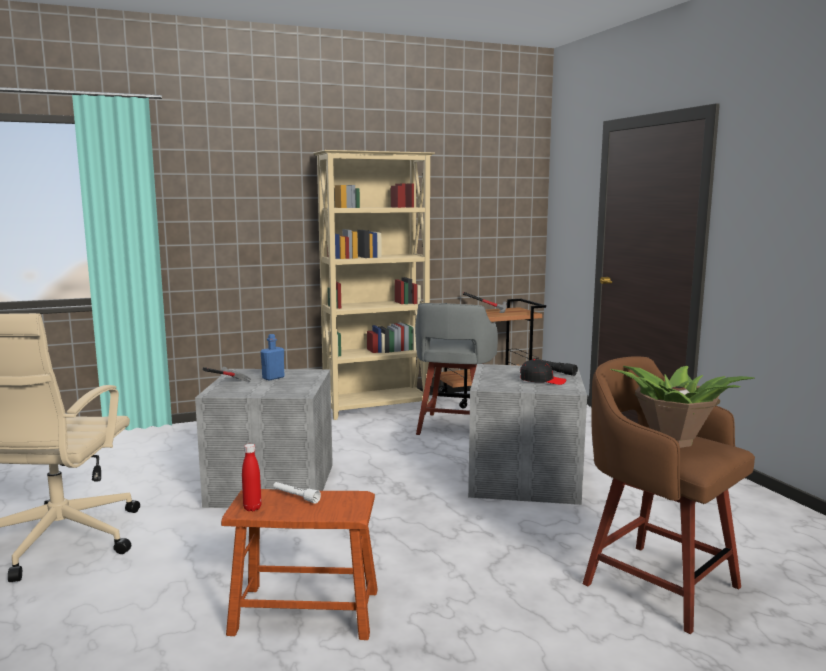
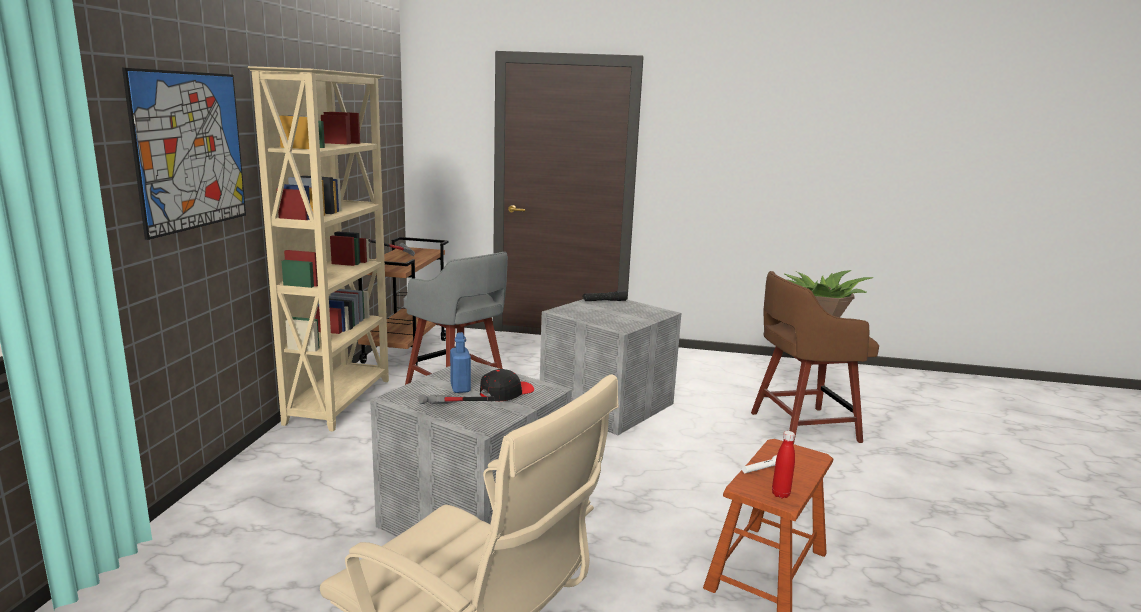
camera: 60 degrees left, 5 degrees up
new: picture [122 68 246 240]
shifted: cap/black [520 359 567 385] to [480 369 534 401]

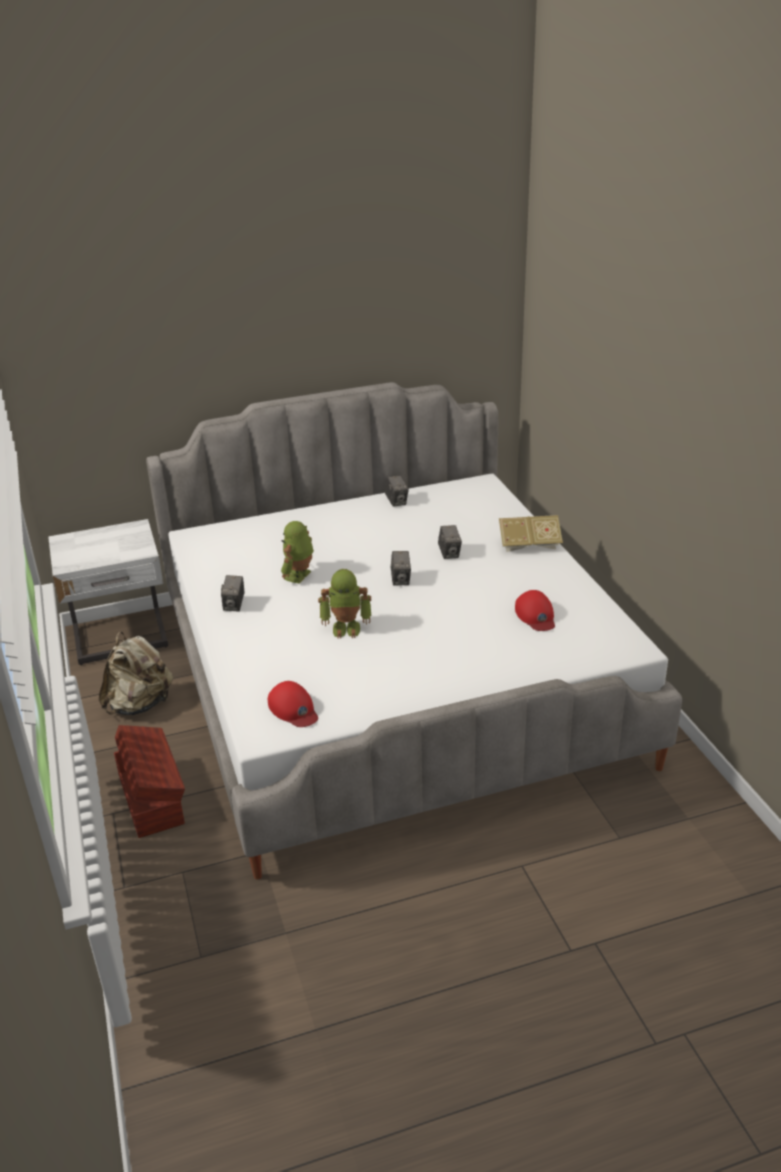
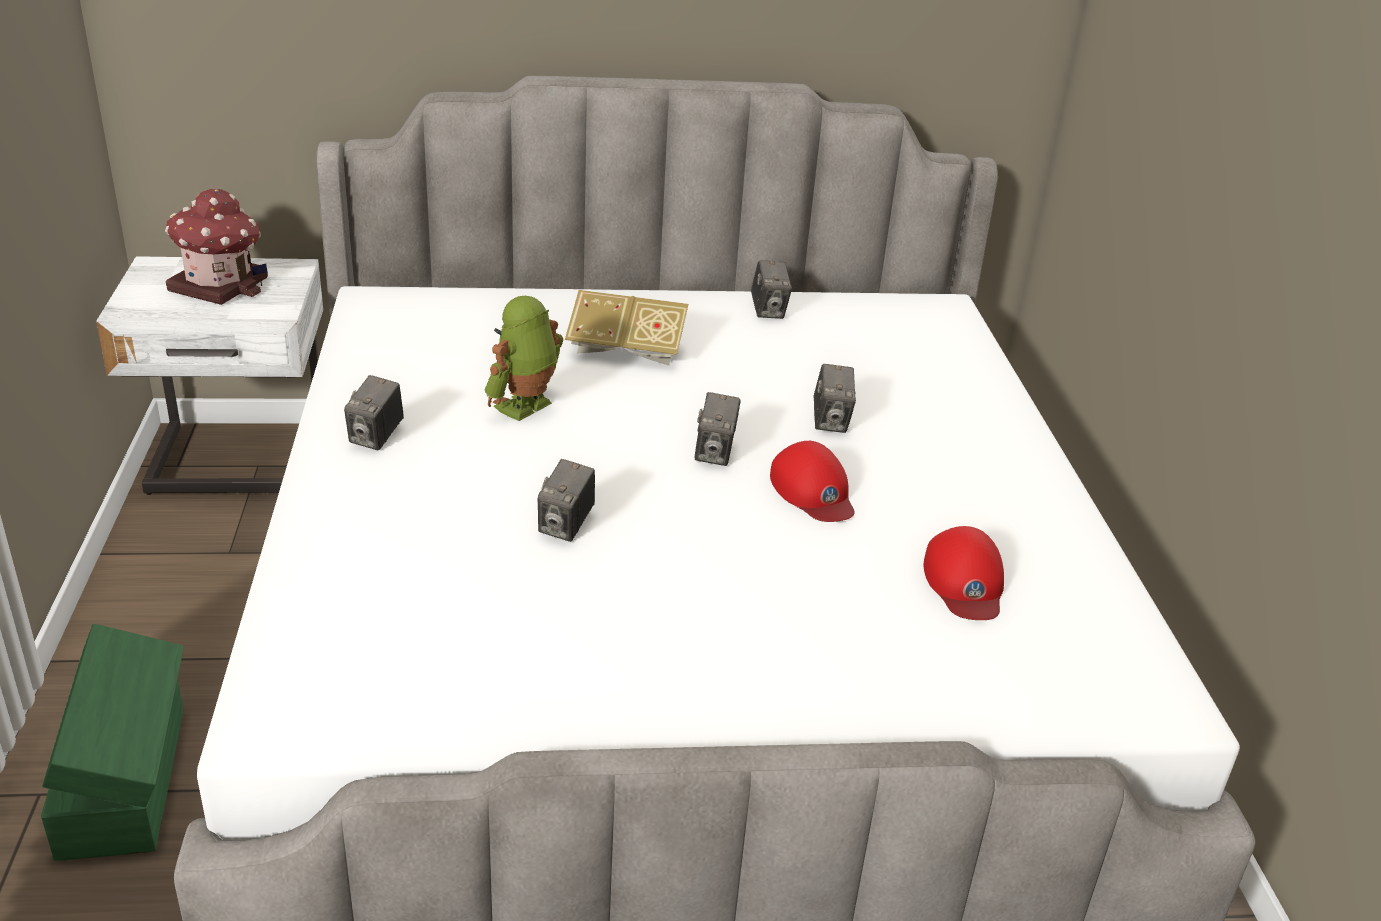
camera: 10 degrees right, 0 degrees up
gone: backpack/beige [99 632 173 715]
new: toy house [165 189 268 305]
shifted: book [499 515 563 552] to [565 290 688 366]; cap/red [268 681 318 727] to [770 441 855 522]
swapped: toy robot [318 569 371 639] to photo camera [538 459 595 542]
repainted: storage box/brown [114 725 185 838] to storage box/green [41 624 184 861]

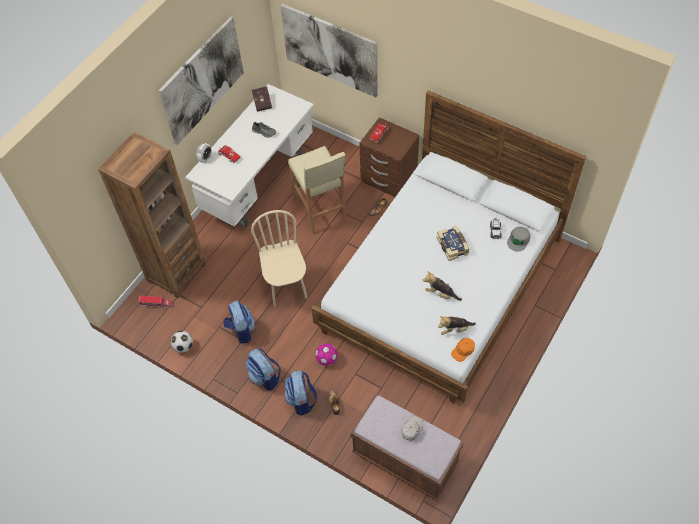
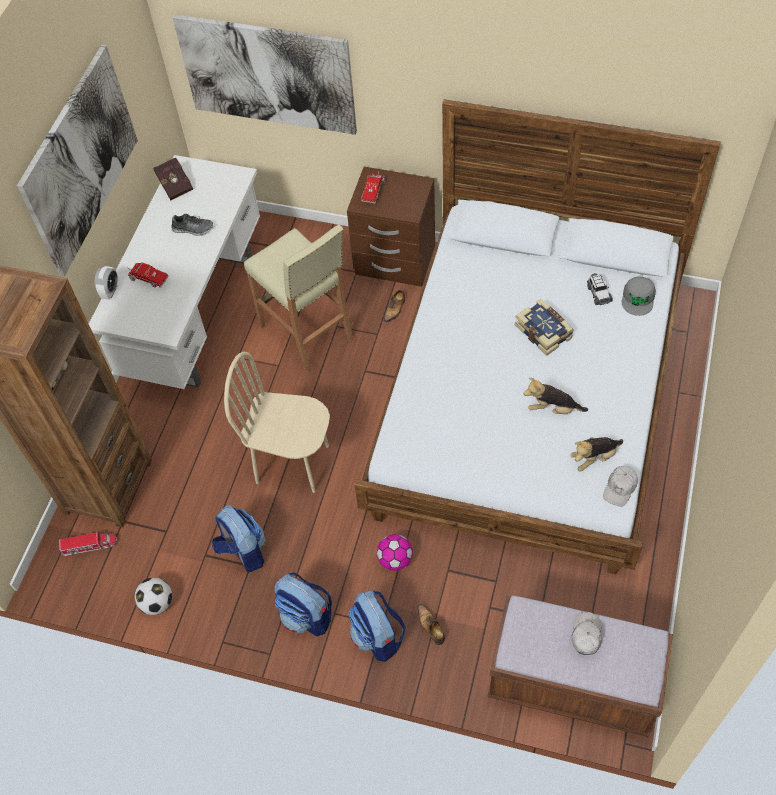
camera: 15 degrees left, 0 degrees up
repainted: cap/orange [451 338 475 362] to cap/white [603 466 638 507]
rotated: chair/beige [251 210 307 307] = [224 352 330 493] 45 degrees counterclockwise

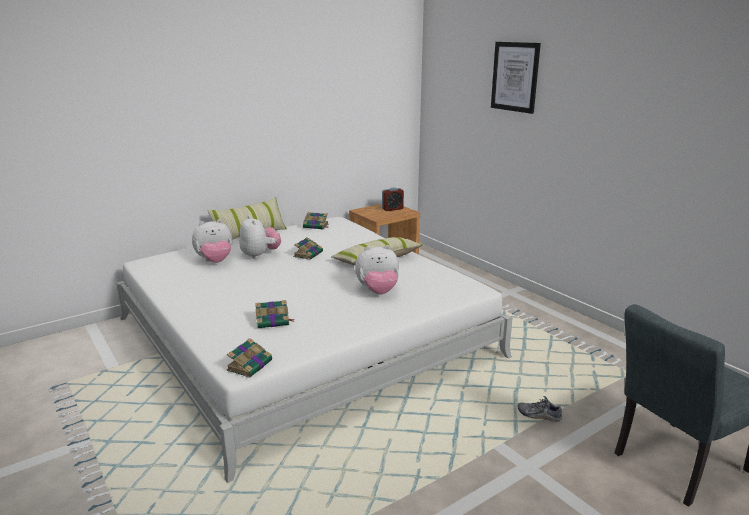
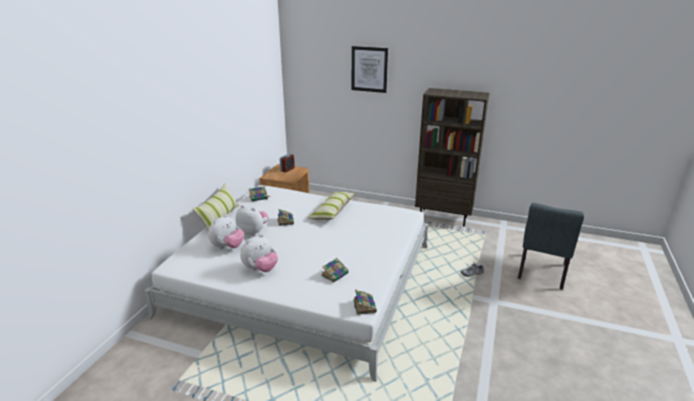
camera: 35 degrees left, 5 degrees up
new: bookcase/brown [415 88 489 226]
shifted: plush toy [355 245 399 294] to [240 234 278 272]

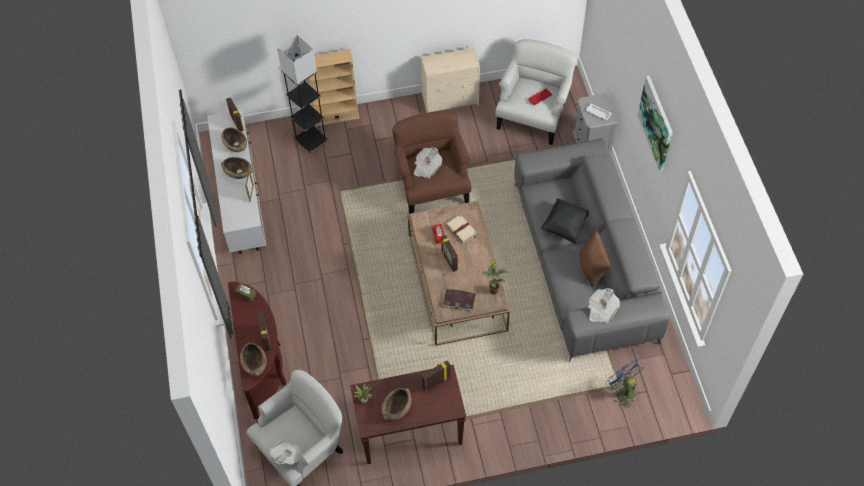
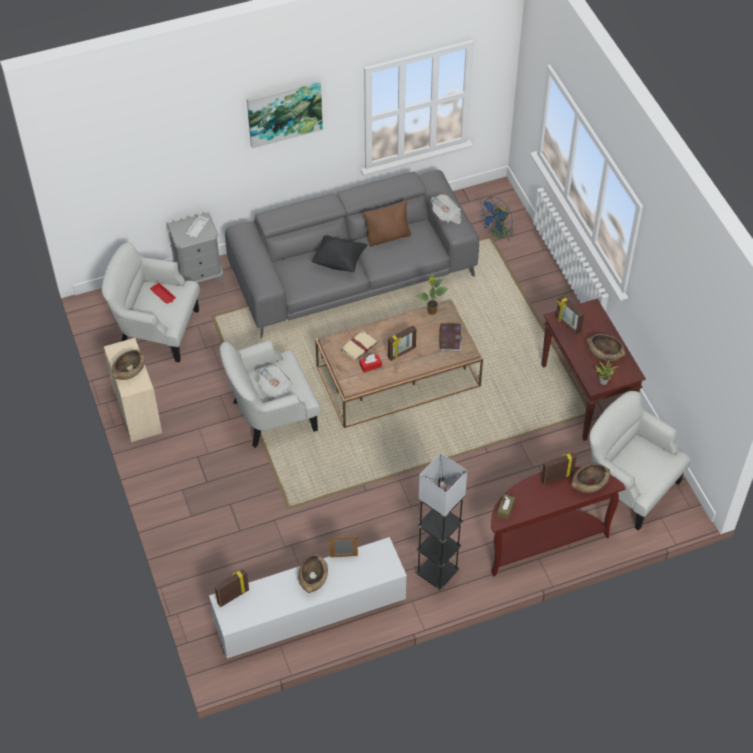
camera: 100 degrees left, 5 degrees down
gone: bookcase/beige [308 49 360 126]; newspaper [270 440 303 465]
shifted: floor lamp/black [277 35 327 153] to [415 453 467 591]; bowl/brown [221 128 247 152] to [112 350 145 380]
repainted: armchair/brown [392 111 471 214] to armchair/white [220 340 320 448]

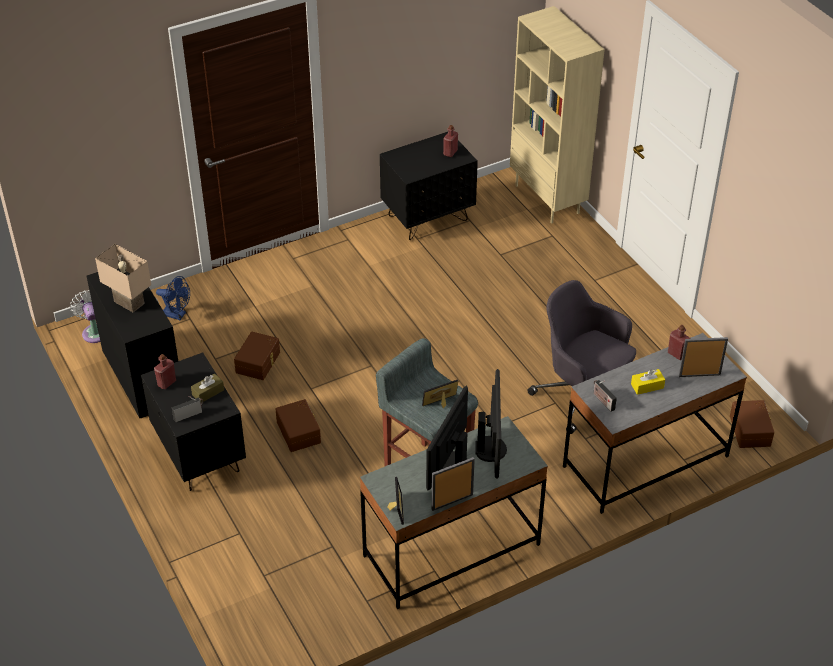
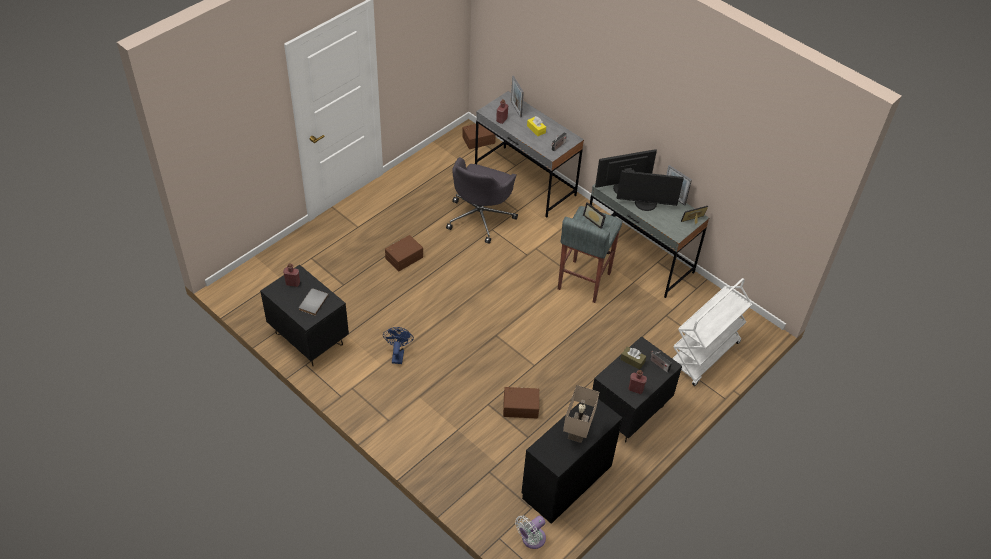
camera: 110 degrees left, 5 degrees up
gone: bookcase/beige [510 6 605 224]
new: cart/white [672 278 752 386]; book/grey [299 288 329 316]
shifted: fan/blue [156 276 190 320] to [383 327 414 364]; storage box/brown [275 399 321 452] to [385 235 423 271]

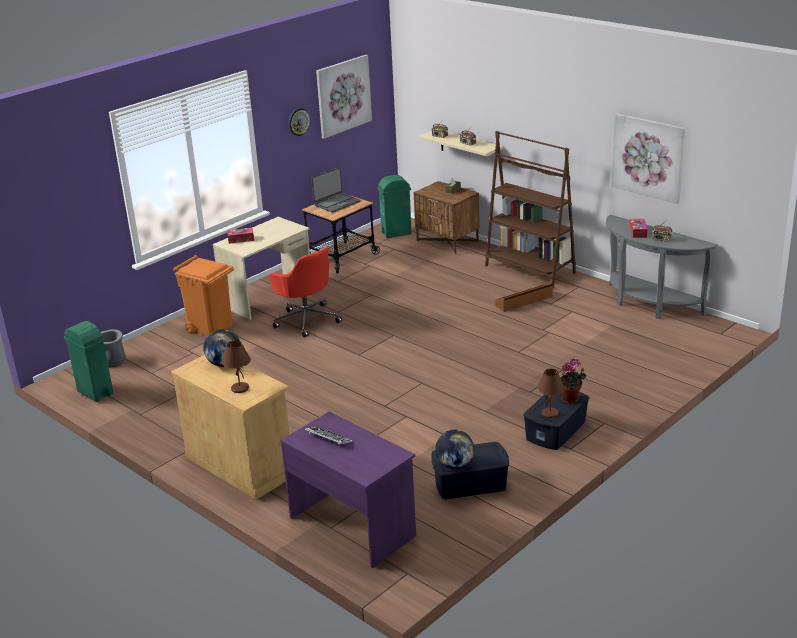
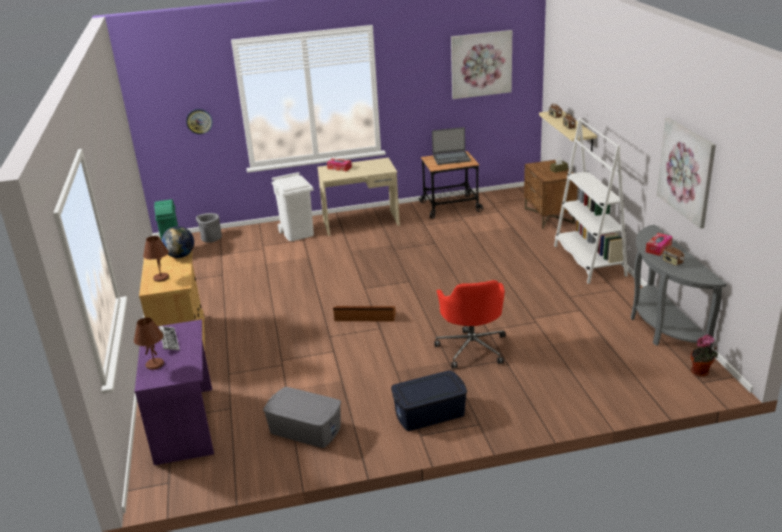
camera: 35 degrees right, 0 degrees up
gone: trash can/green [377 175 412 238]; globe [435 430 474 469]
shifted: wall clock [288 108 310 136] to [186 109 213 134]; office chair/red [269 247 342 338] to [434 280 506 369]; storage box/brown [495 283 553 312] to [333 306 396 322]; potted plant [561 358 586 404] to [691 334 718 377]; table lamp/brown [537 369 565 418] to [134 317 164 370]
repainted: bookcase/brown [485 131 576 288] to bookcase/white [554 118 628 284]; trash can/orange [173 255 234 336] to trash can/white [271 172 314 241]; storage box/blue [431 442 509 499] to storage box/grey [263 387 341 448]

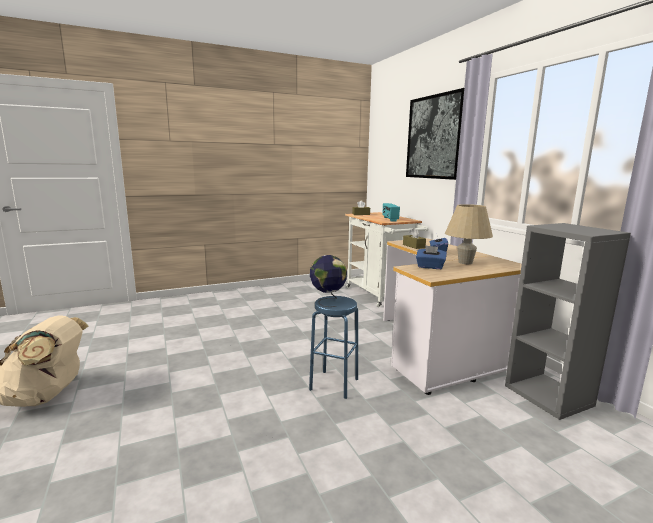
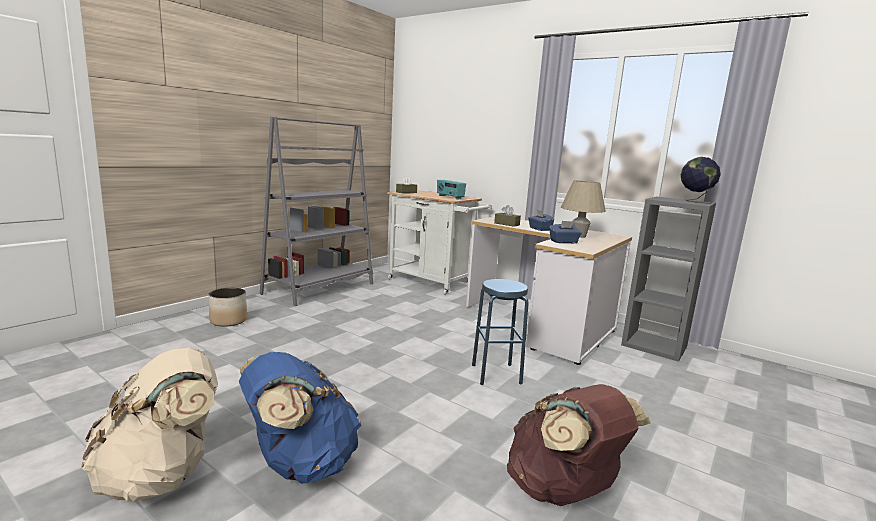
camera: 30 degrees left, 0 degrees up
gone: picture [406 88 464 180]
new: bookcase/grey [260 116 373 306]; planter [208 288 247 326]; backpack/blue [239 352 362 483]; backpack/brown [507 384 651 506]
shifted: globe [310 255 347 307] to [681 157 721 204]

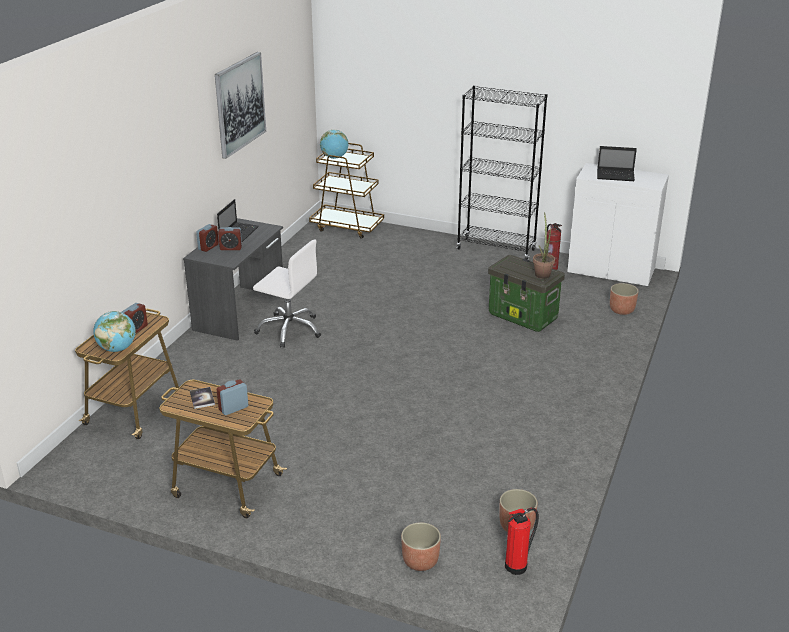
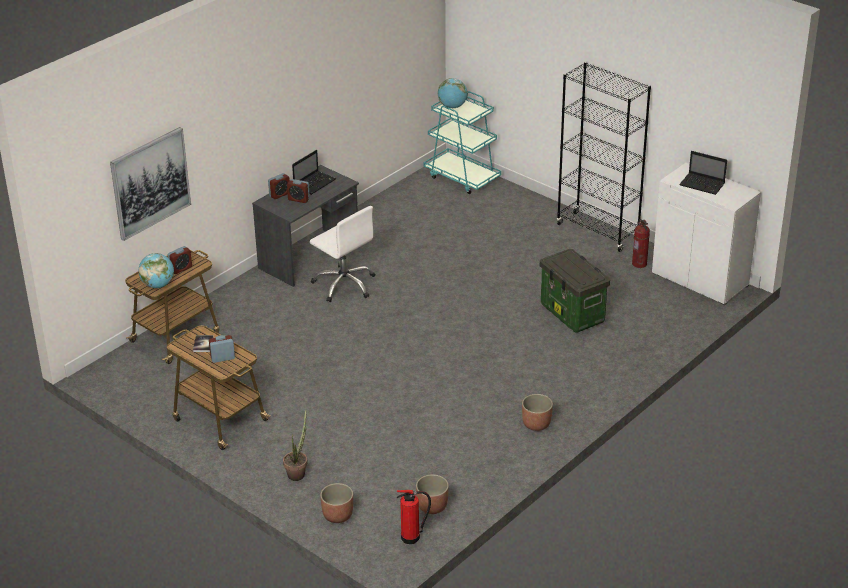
camera: 20 degrees right, 5 degrees up
shifted: picture [215 52 266 159] to [110 127 191 241]; potted plant [533 212 555 279] to [283 409 307 481]; planter [610 283 639 315] to [522 394 553 431]
repainted: cart/brown [309 143 384 239] to cart/turquoise [424 91 501 194]

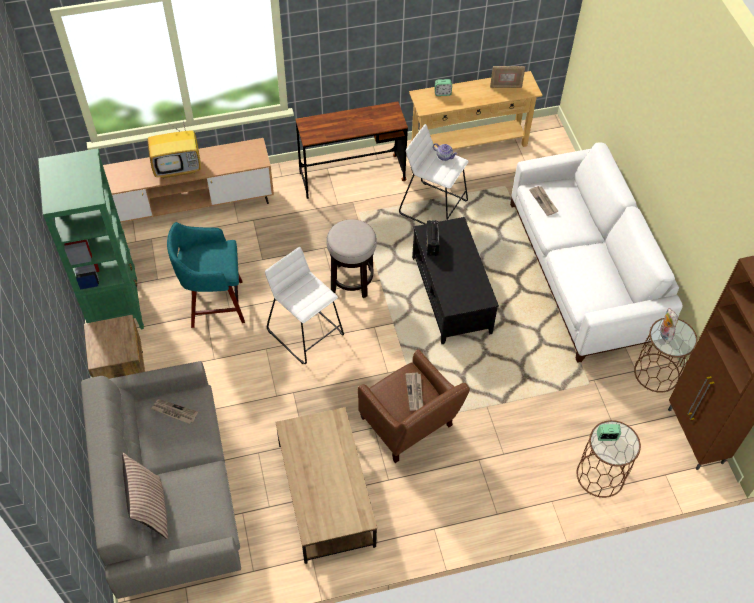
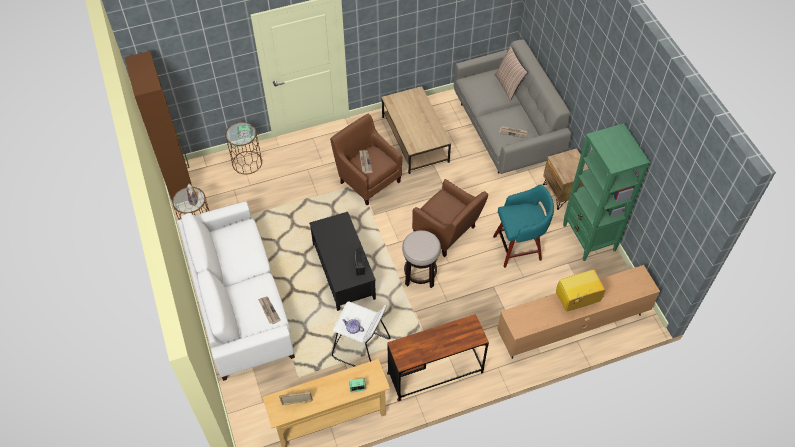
camera: 175 degrees right, 0 degrees up
swapped: stool/white [265 247 344 364] to armchair/brown [412 179 488 257]

